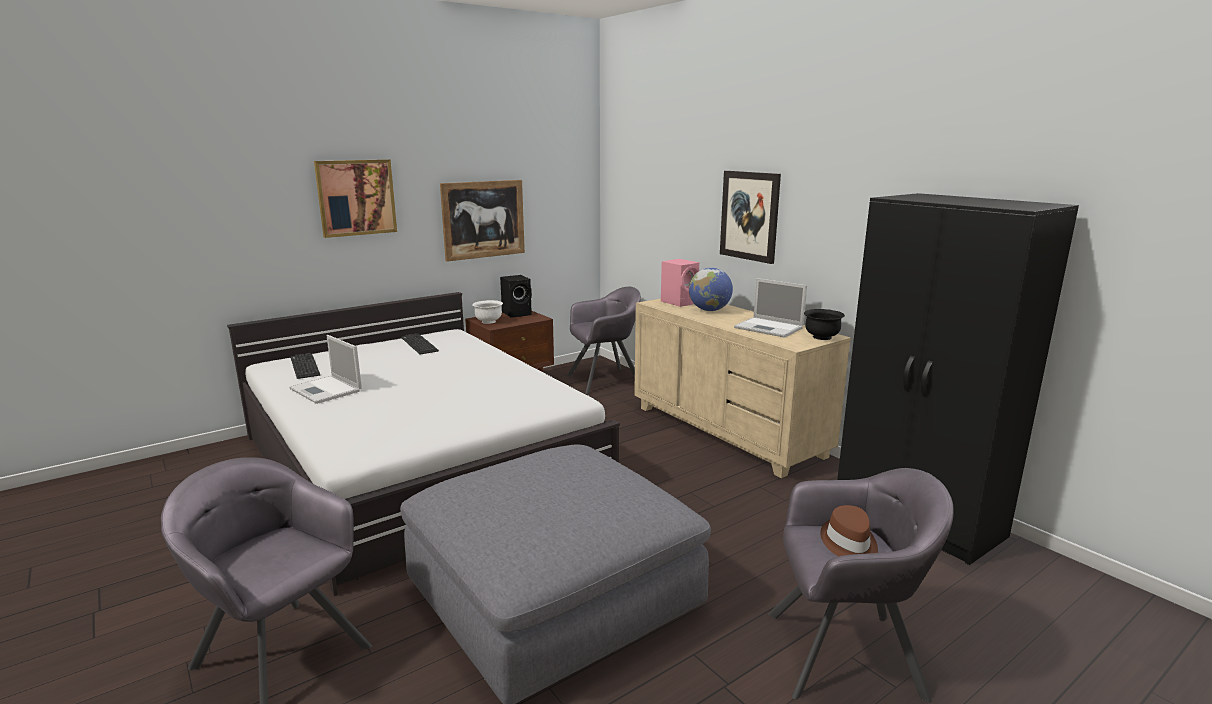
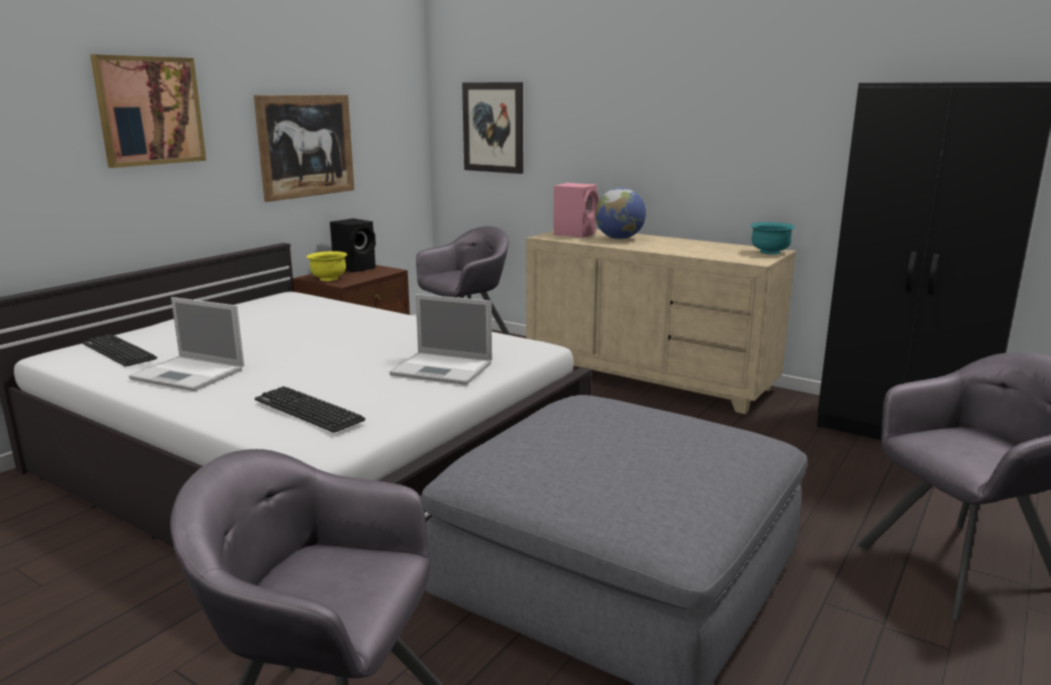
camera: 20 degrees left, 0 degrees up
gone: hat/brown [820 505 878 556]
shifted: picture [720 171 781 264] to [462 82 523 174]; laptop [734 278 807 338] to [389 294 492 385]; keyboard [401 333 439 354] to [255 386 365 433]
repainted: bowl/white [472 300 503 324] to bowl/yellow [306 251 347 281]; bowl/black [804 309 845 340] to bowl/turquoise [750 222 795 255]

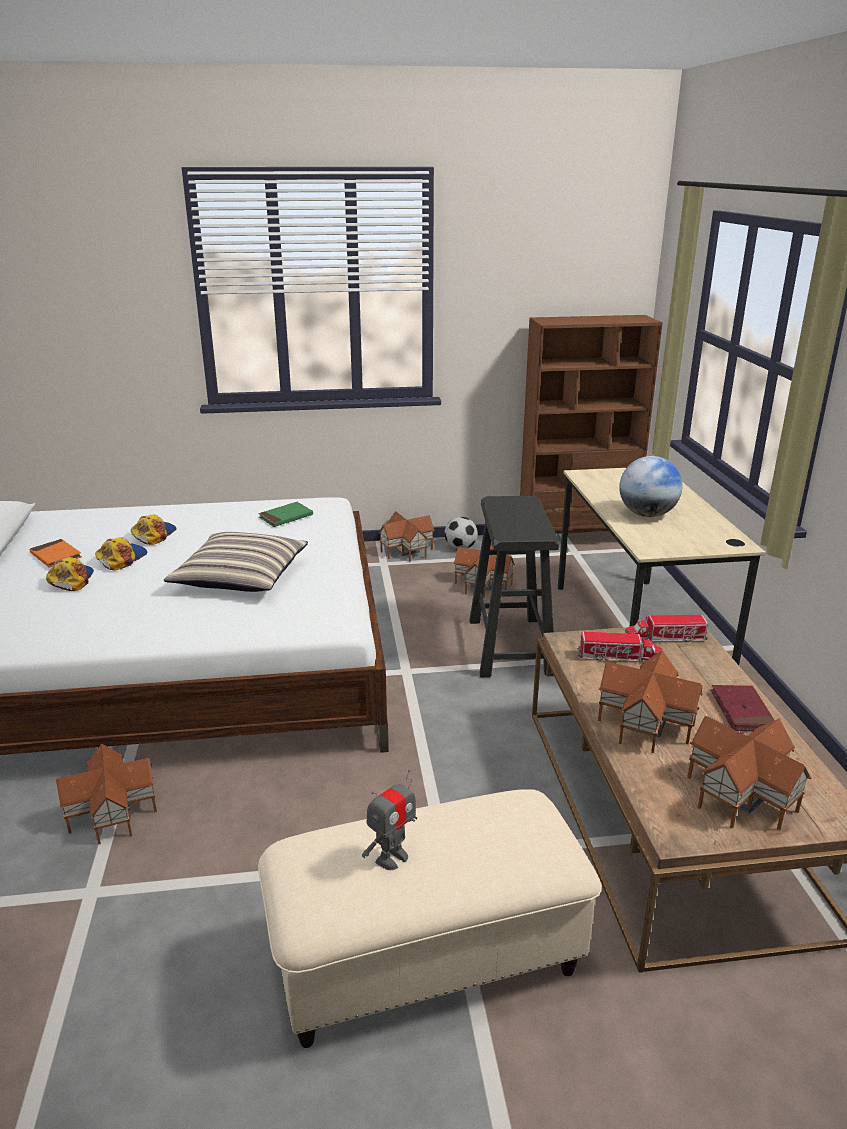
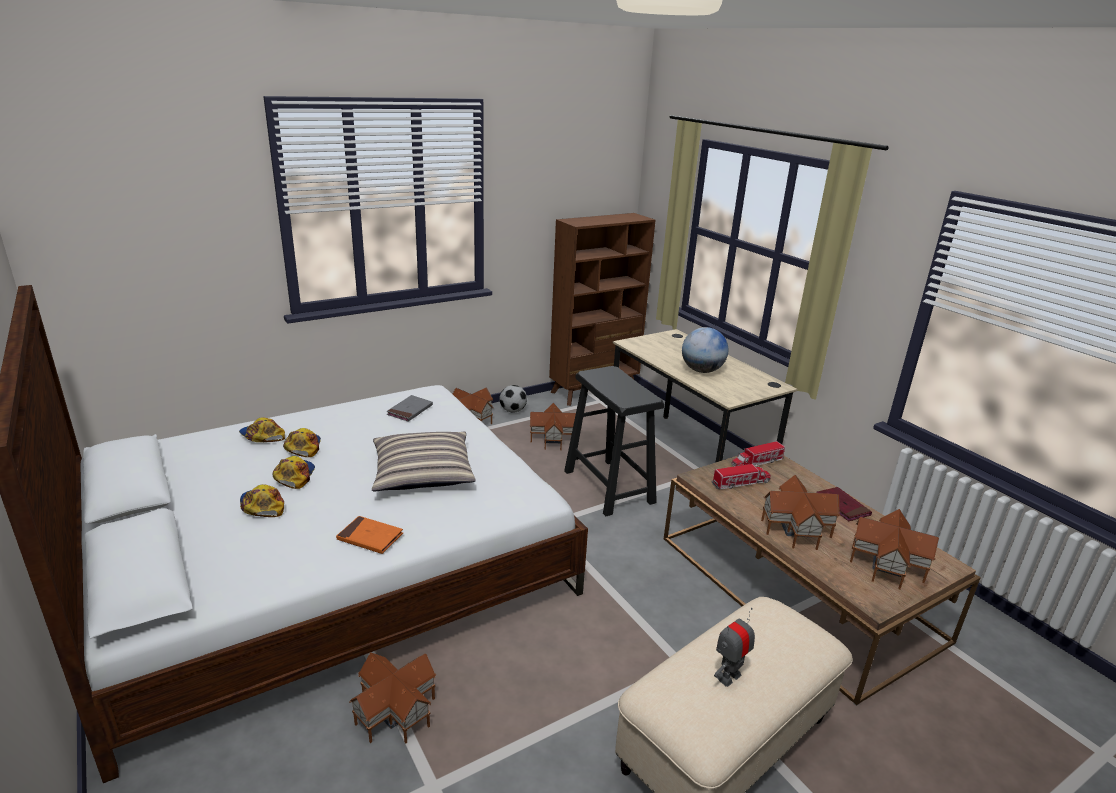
camera: 25 degrees left, 0 degrees up
new: cap [239 417 285 442]
shifted: book/orange [29 539 82 567] to [336 516 403 554]
repainted: book/green [258 502 313 527] to book/grey [387 395 433 422]
rotated: toy robot [362 769 417 870] = [714 608 755 687] 150 degrees counterclockwise

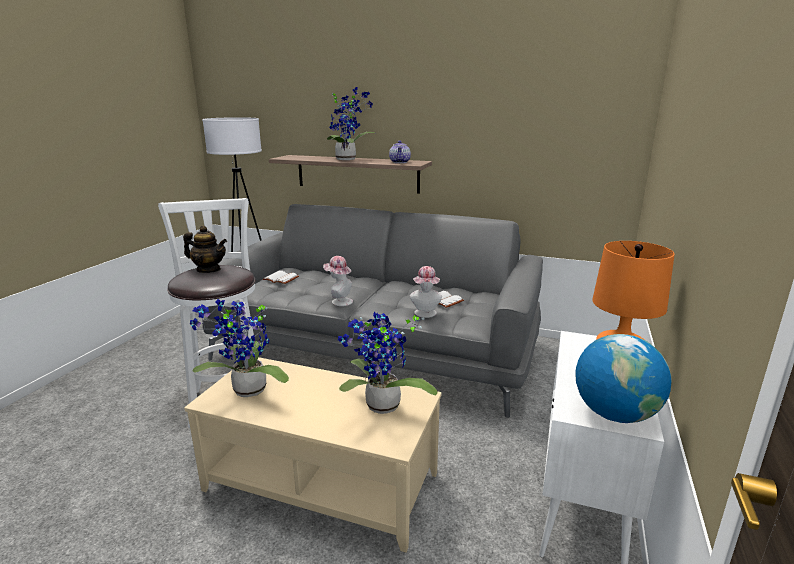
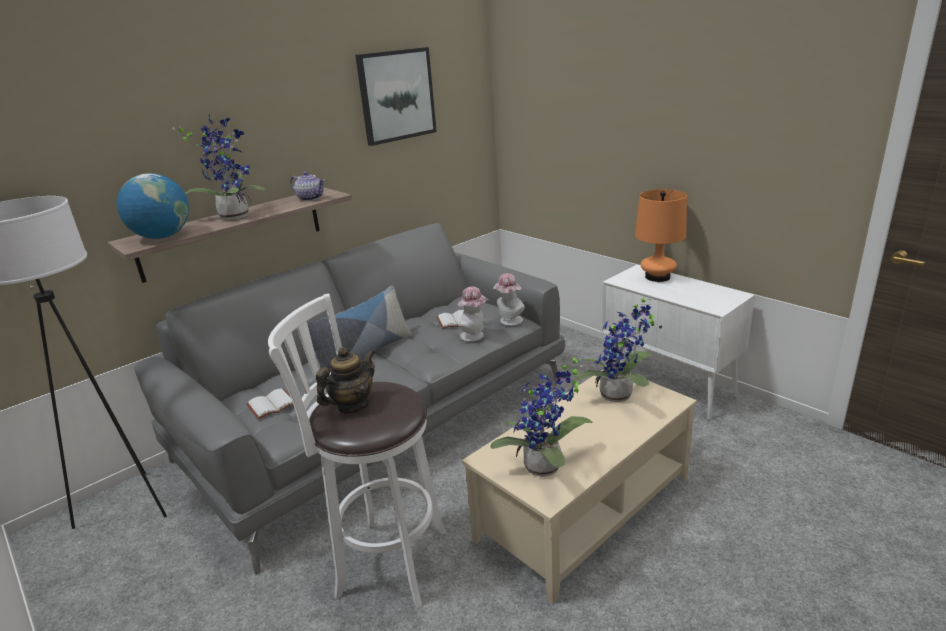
camera: 60 degrees left, 5 degrees up
new: picture [355 47 437 146]; pillow [307 286 411 370]
shifted: hat [323 256 353 306] to [493 273 525 326]; globe [576 334 672 423] to [117 173 189 239]

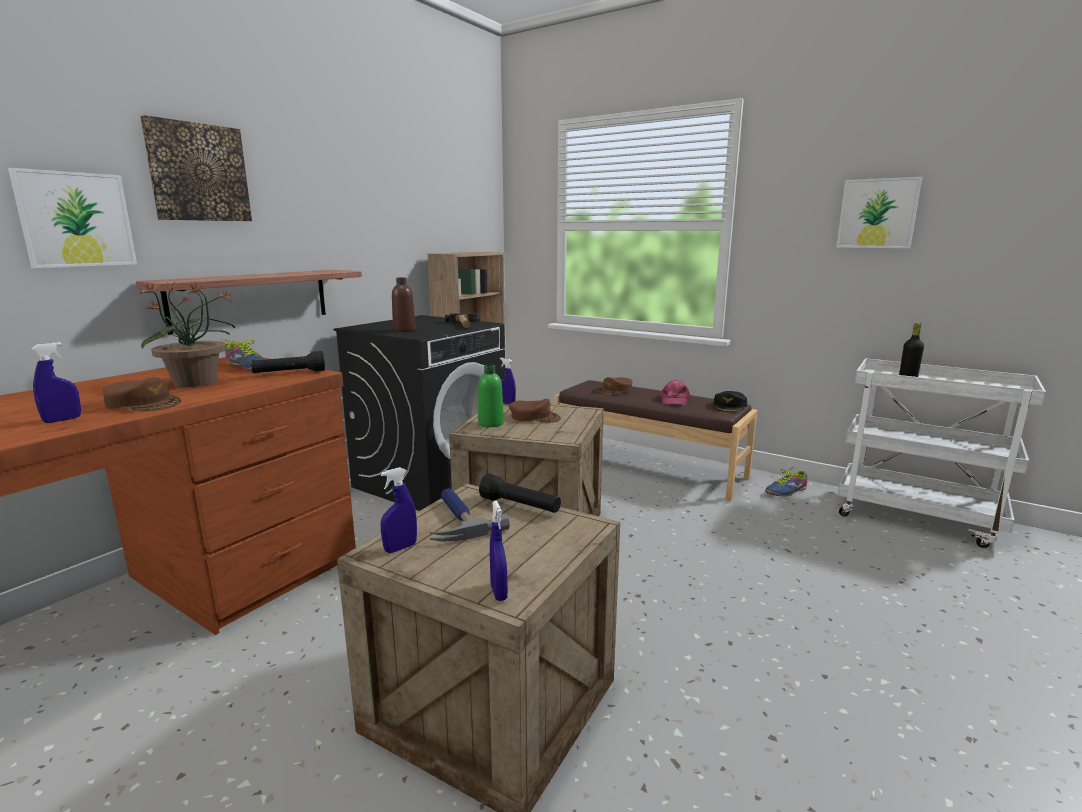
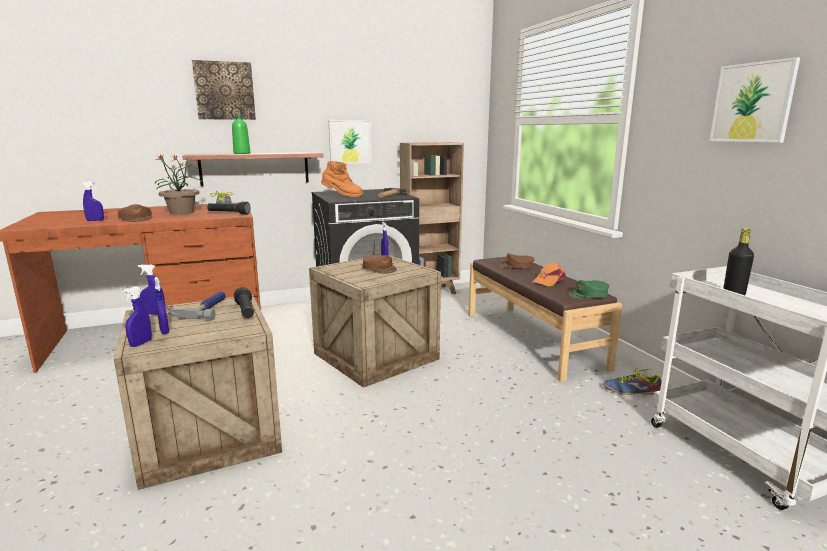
camera: 35 degrees right, 0 degrees up
new: spray bottle/blue [154 277 169 334]
shifted: picture [8 168 137 268] to [328 120 372 164]; bottle/green [478 365 504 427] to [232 114 250 154]
swapped: bottle/brown [392 277 416 332] to boot/orange [321 161 363 197]
repainted: cap/pink [660 380 691 405] to cap/orange [532 263 566 287]; cap/black [713 391 748 412] to cap/green [569 280 609 300]

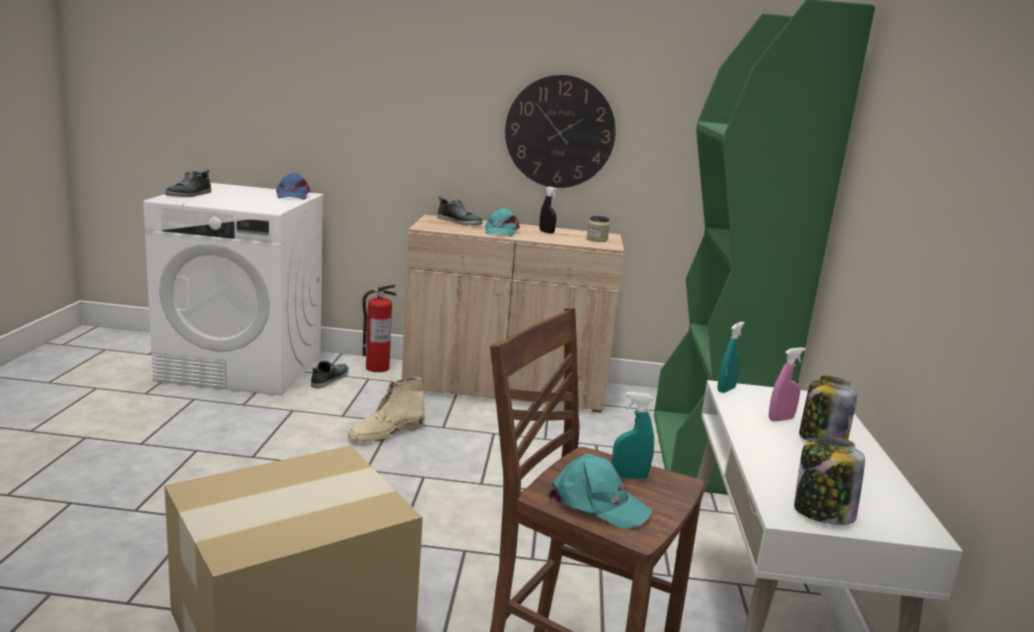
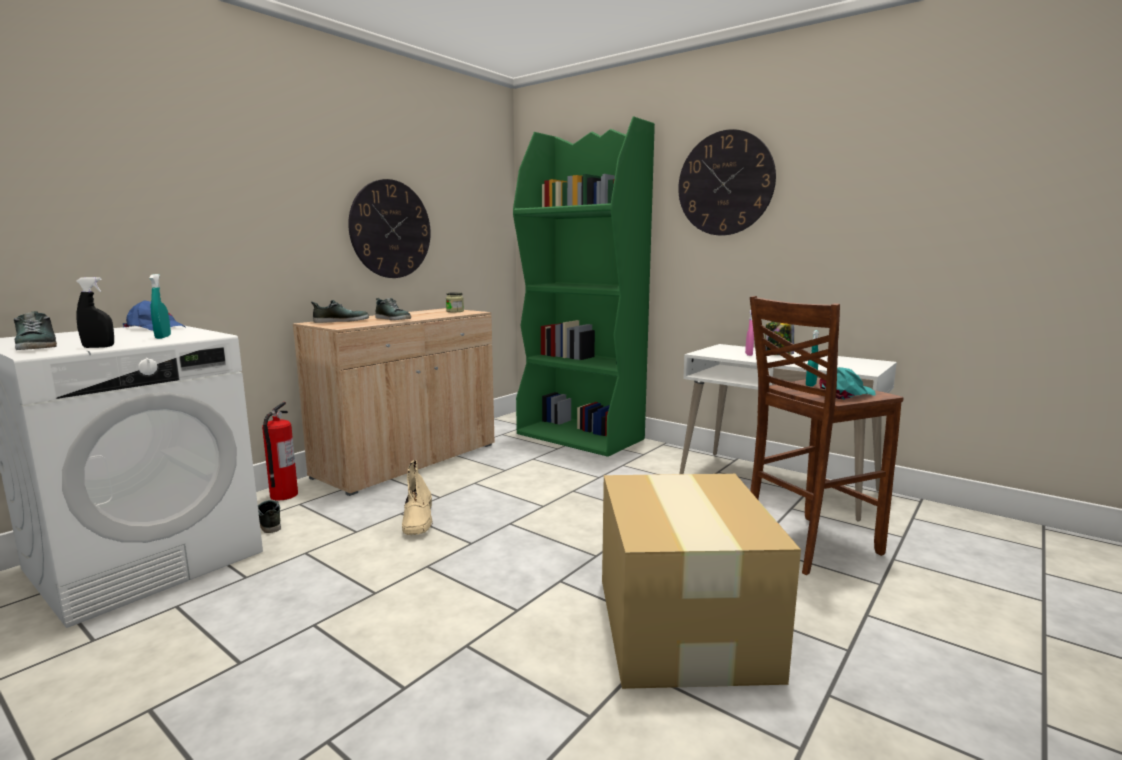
camera: 55 degrees left, 5 degrees down
gone: jar [794 435 865 525]
new: wall clock [678 129 776 235]
shifted: spray bottle/black [539 186 557 234] to [76 277 114 348]; spray bottle/turquoise [718 322 745 393] to [149 274 171 339]
swapped: cap/turquoise [485 208 520 237] to shoe [375 298 411 320]

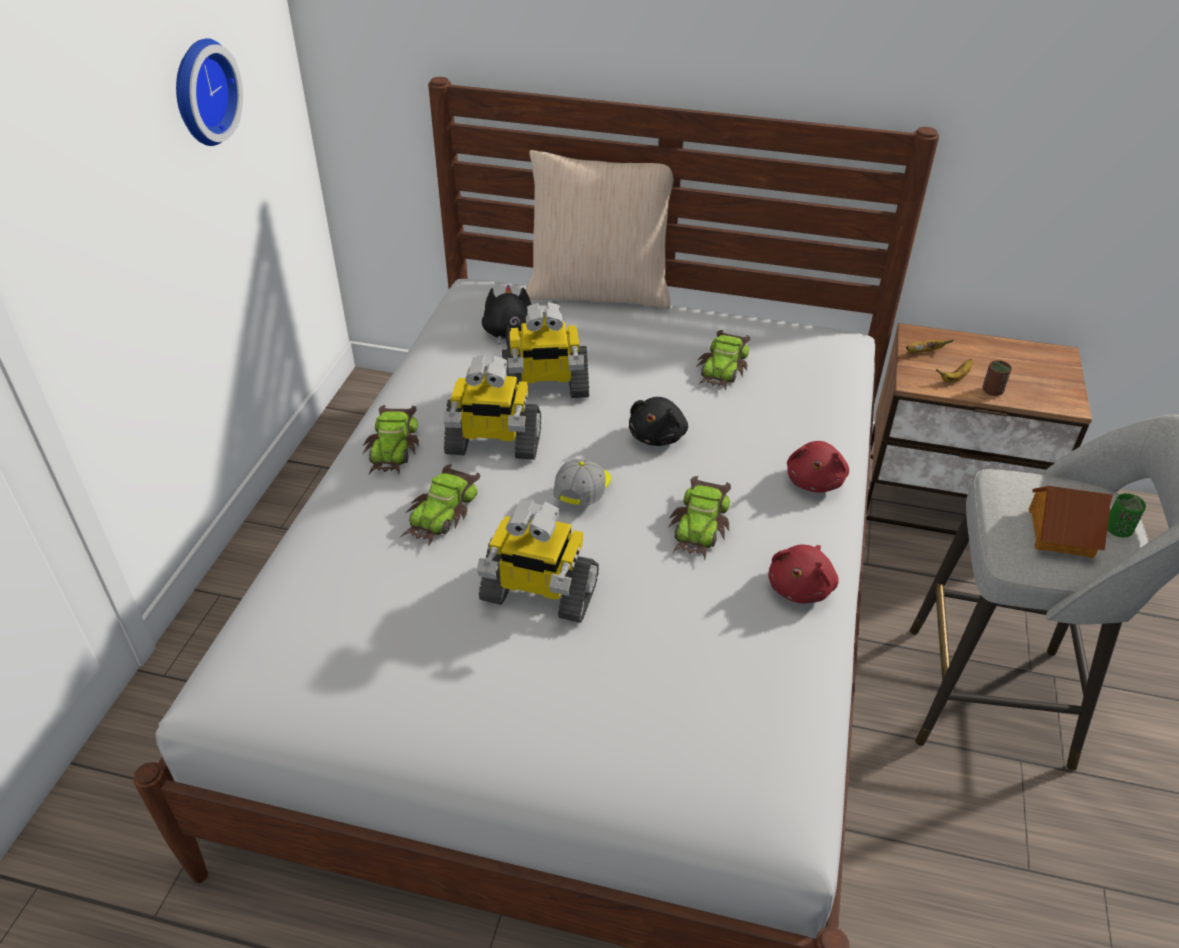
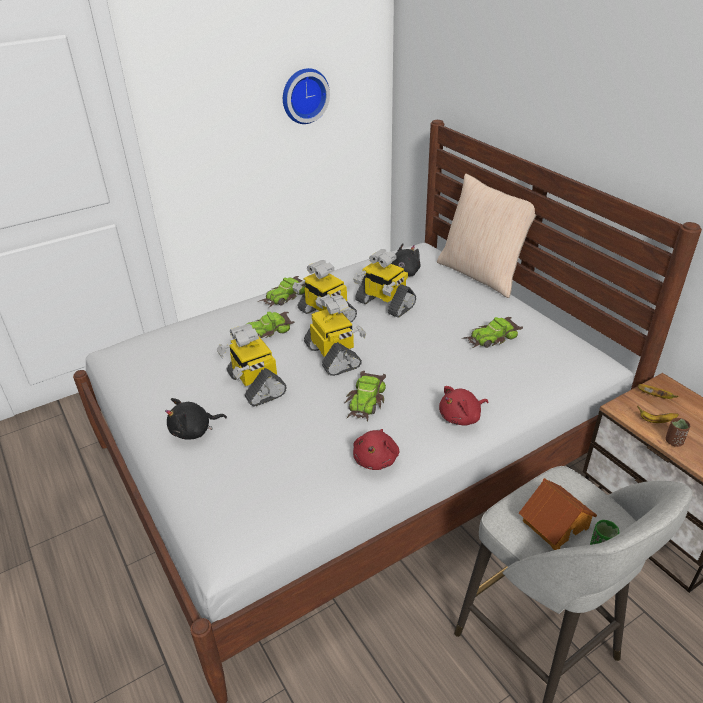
camera: 45 degrees right, 5 degrees down
shifted: plush toy/black [629 397 688 446] to [165 398 227 440]
swapped: cap [553 459 611 506] to toy robot [304 295 366 376]
rotated: toy car [668 476 731 560] = [345 371 386 422] 45 degrees counterclockwise; plush toy/red [768 544 839 604] = [353 429 399 470] 60 degrees counterclockwise

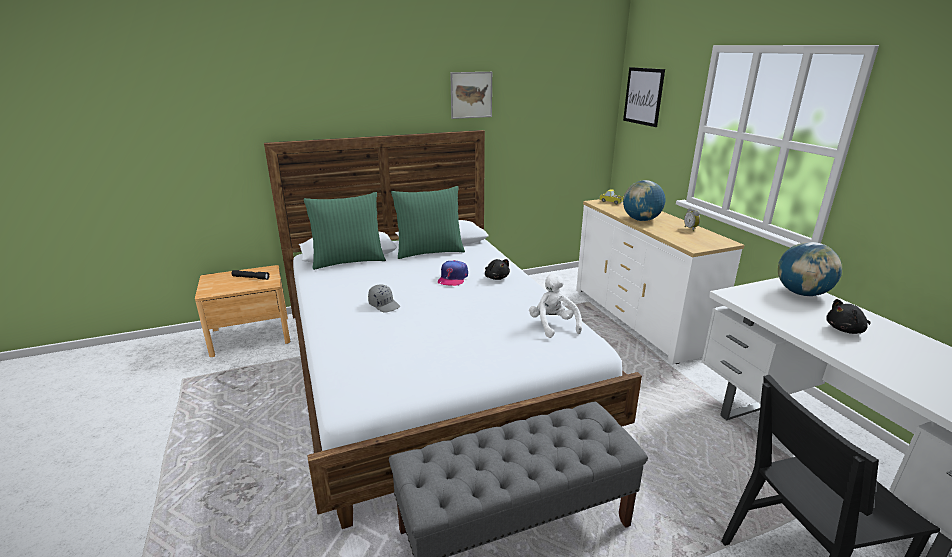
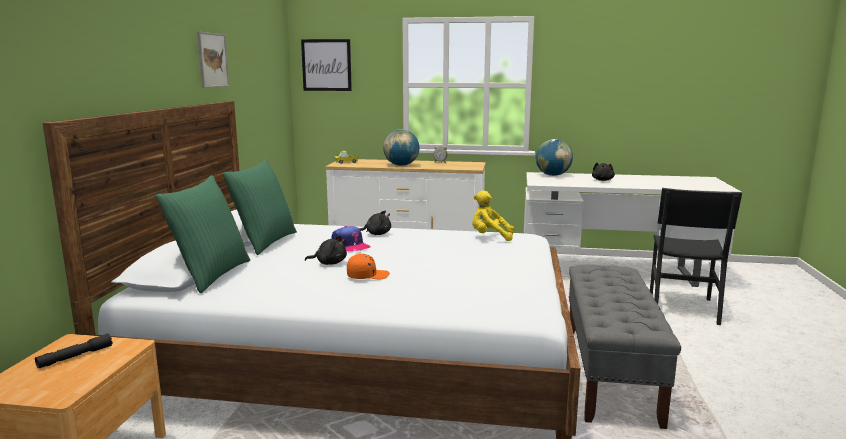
camera: 60 degrees left, 10 degrees down
new: plush toy/black [305 235 347 265]
repainted: plush toy/white [529 273 582 338] to plush toy/yellow [472 190 514 241]; cap/grey [368 284 400 313] to cap/orange [347 254 390 279]

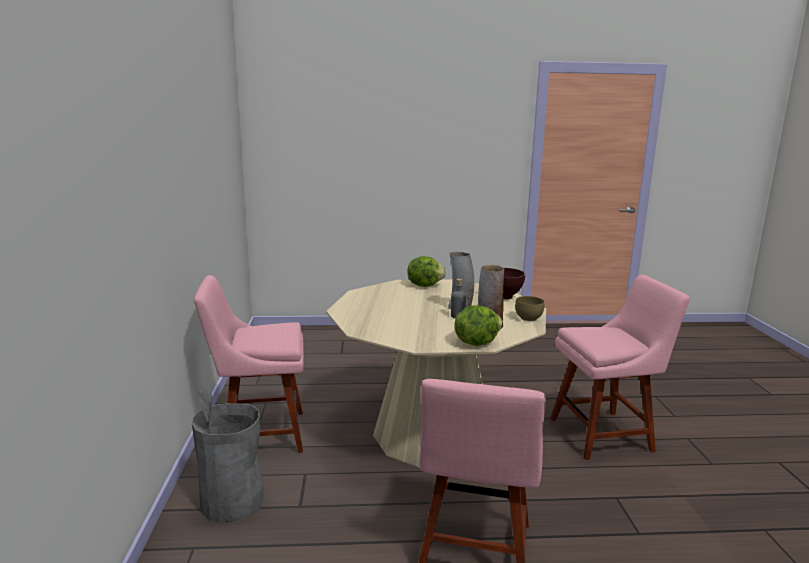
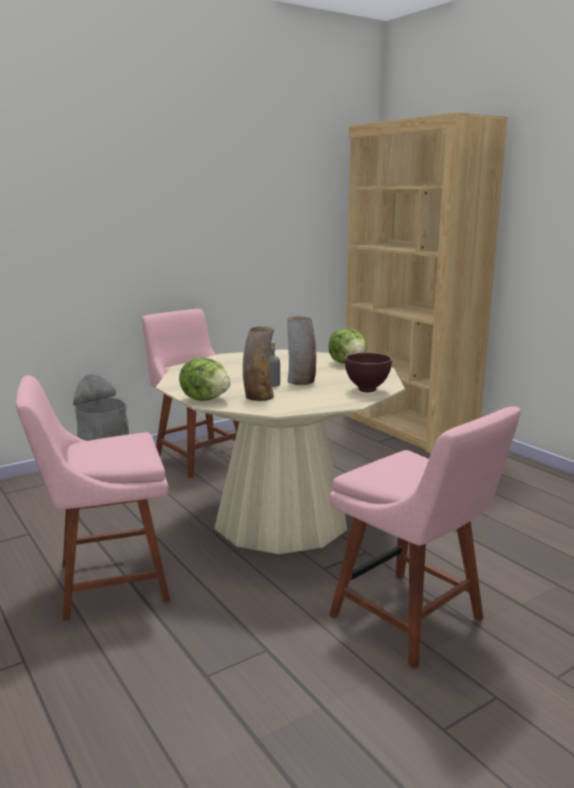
camera: 60 degrees right, 0 degrees up
gone: bowl/brown [515 296 544 321]
new: bookcase/brown [346 112 508 453]

